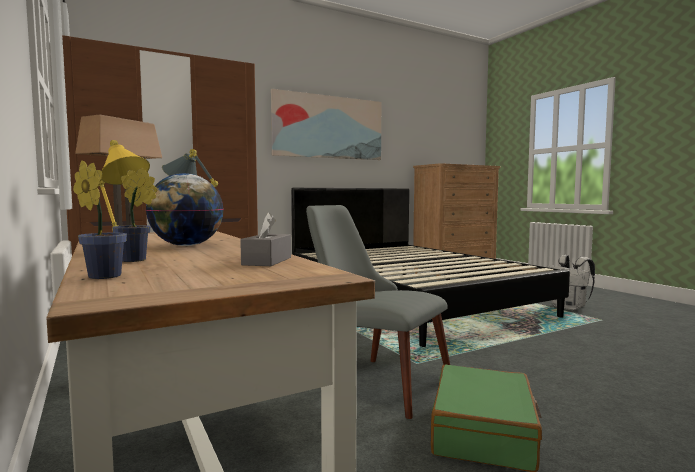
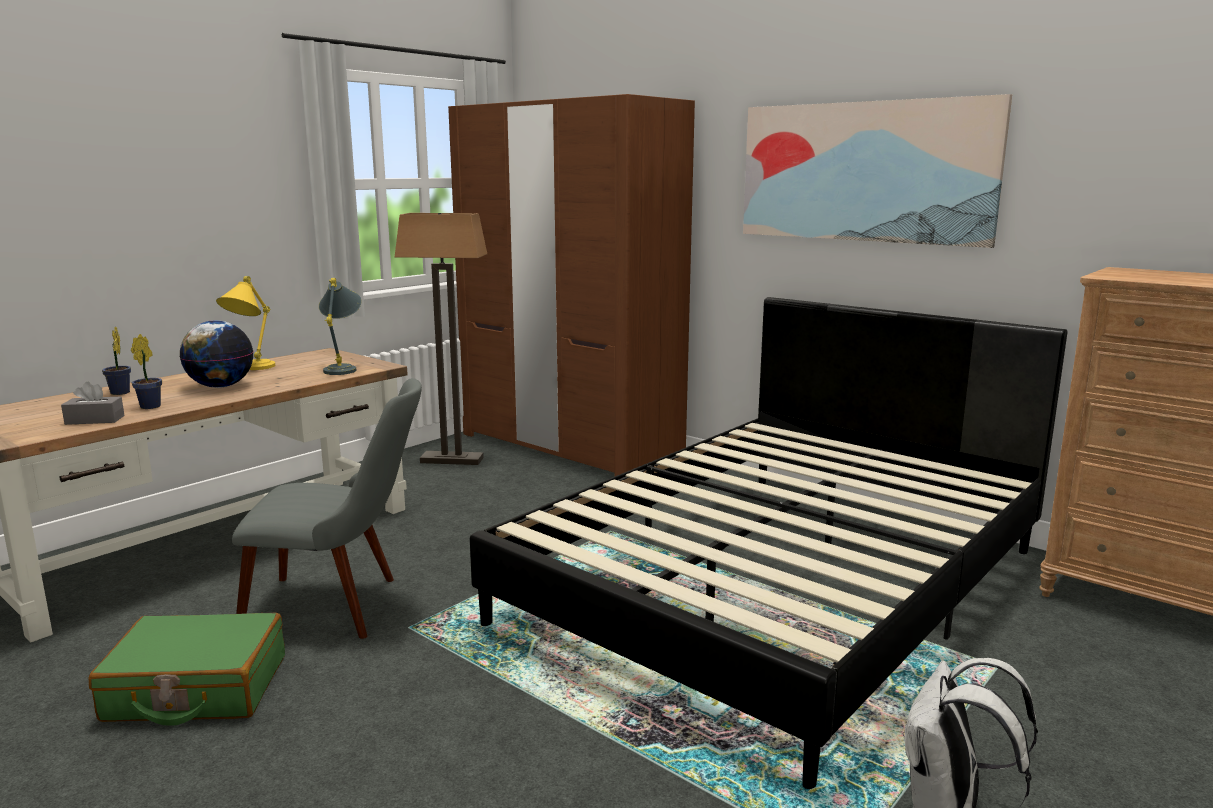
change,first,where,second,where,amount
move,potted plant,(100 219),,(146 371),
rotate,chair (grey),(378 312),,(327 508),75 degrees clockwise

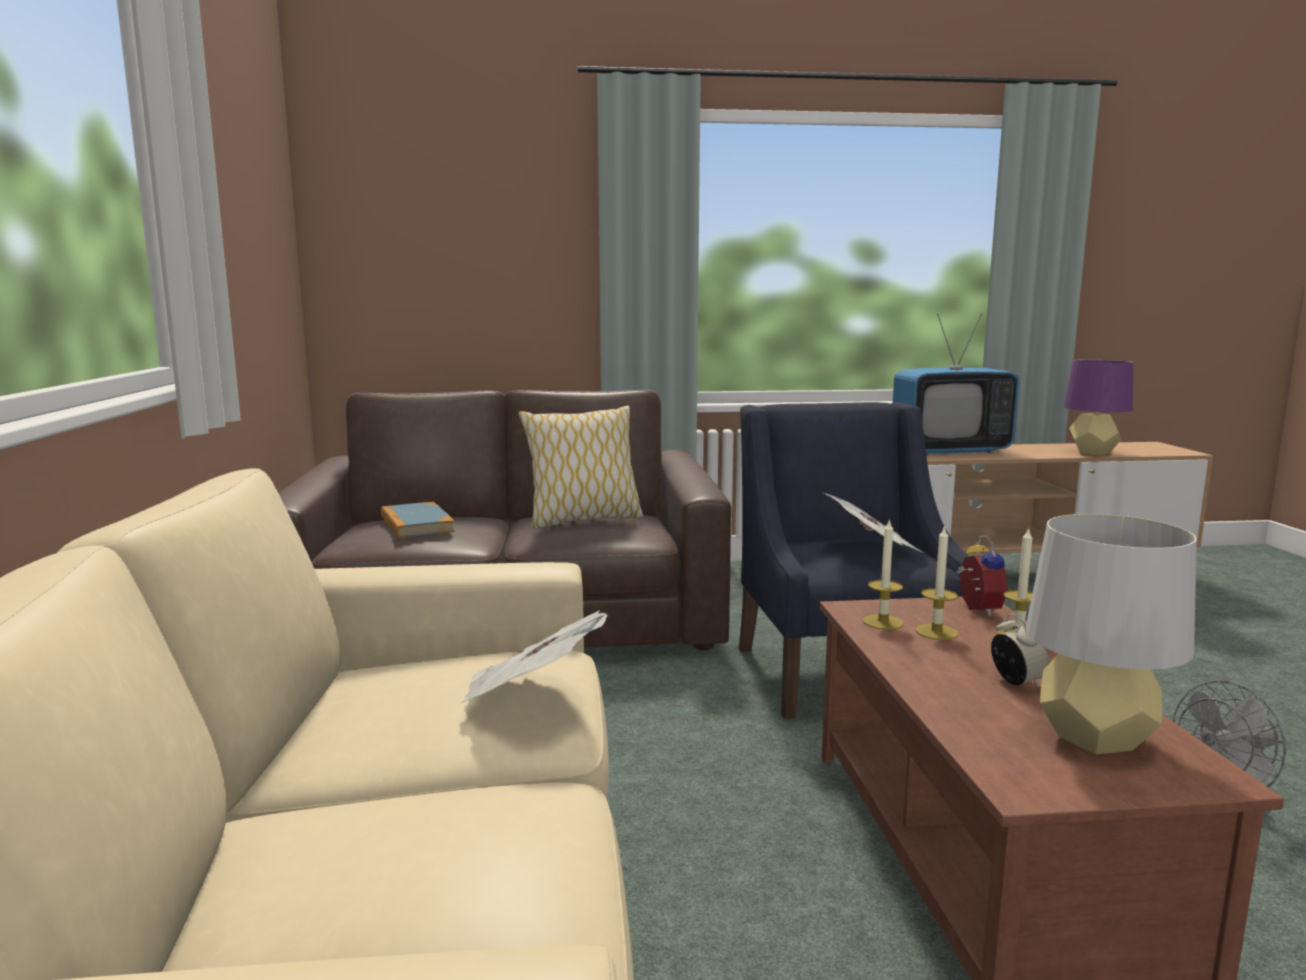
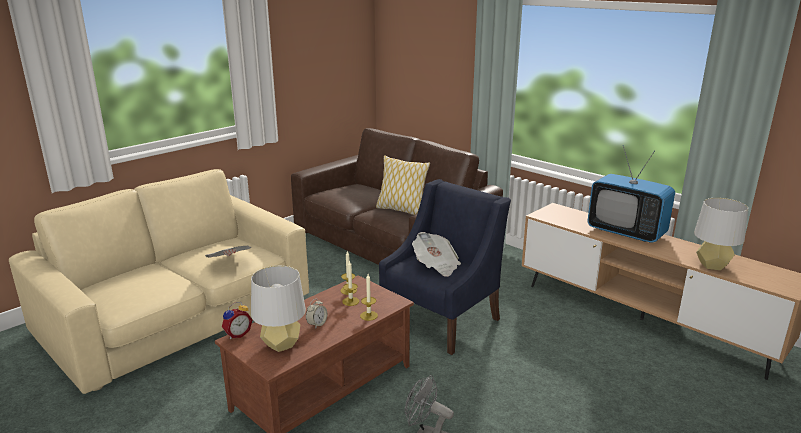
change,first,where,second,where,amount
recolor,table lamp (purple),(1098 407),table lamp (grey),(721 234),
delete,book,(418 520),,,
move,alarm clock,(981 576),,(237 320),

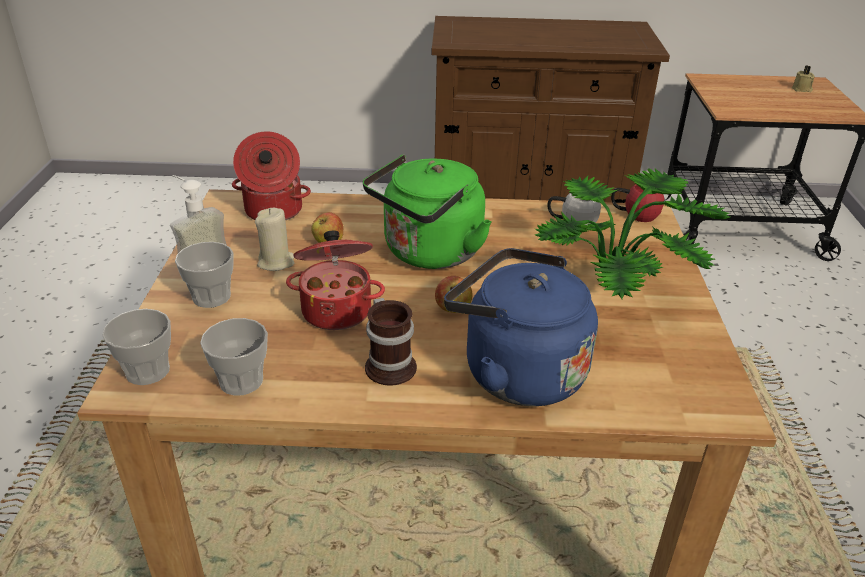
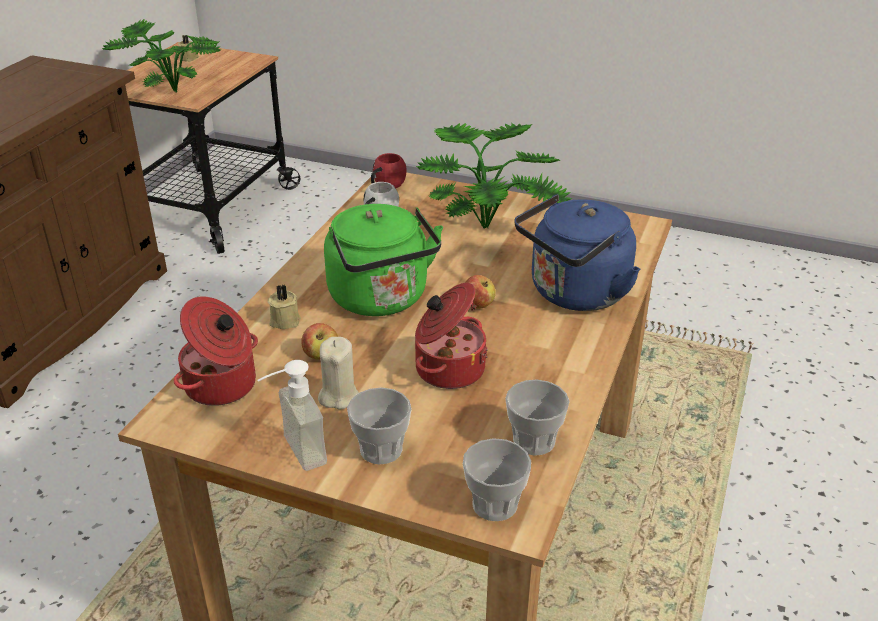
change,first,where,second,where,amount
delete,mug,(391 342),,,
insert,,,potted plant,(161 56),
insert,,,candle (beige),(284 306),

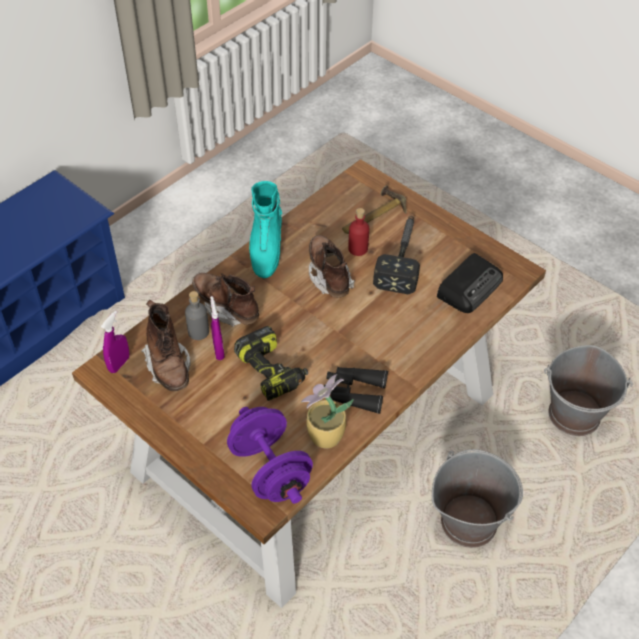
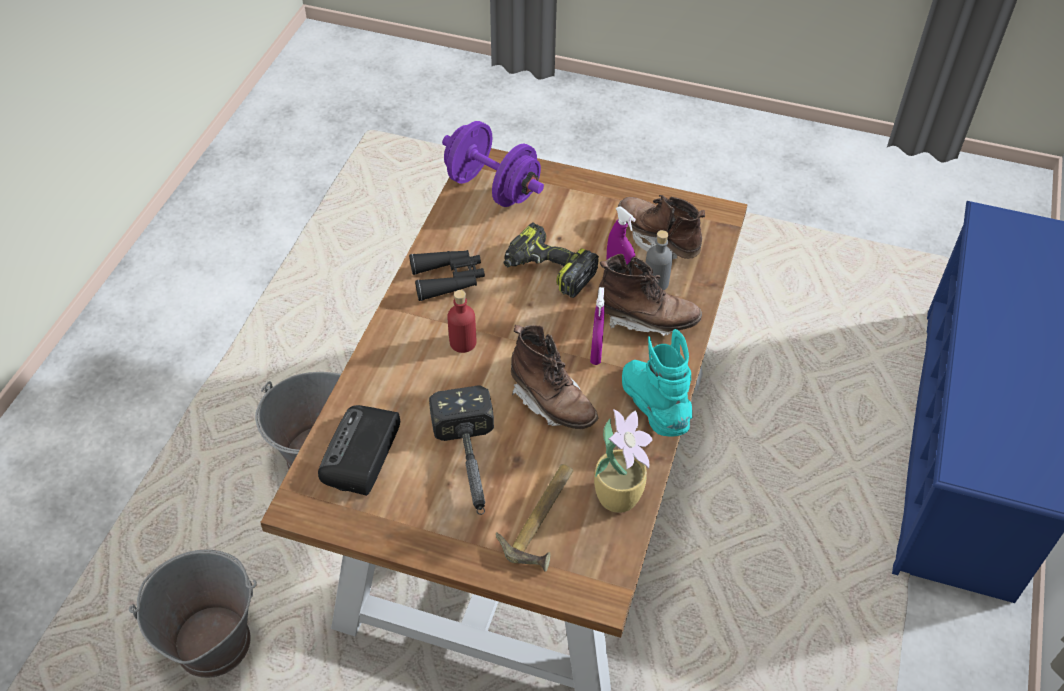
change,first,where,second,where,amount
move,bottle (red),(358 232),,(461 321),
move,spray bottle (purple),(115 342),,(597 326),
move,potted plant,(327 411),,(623 461),

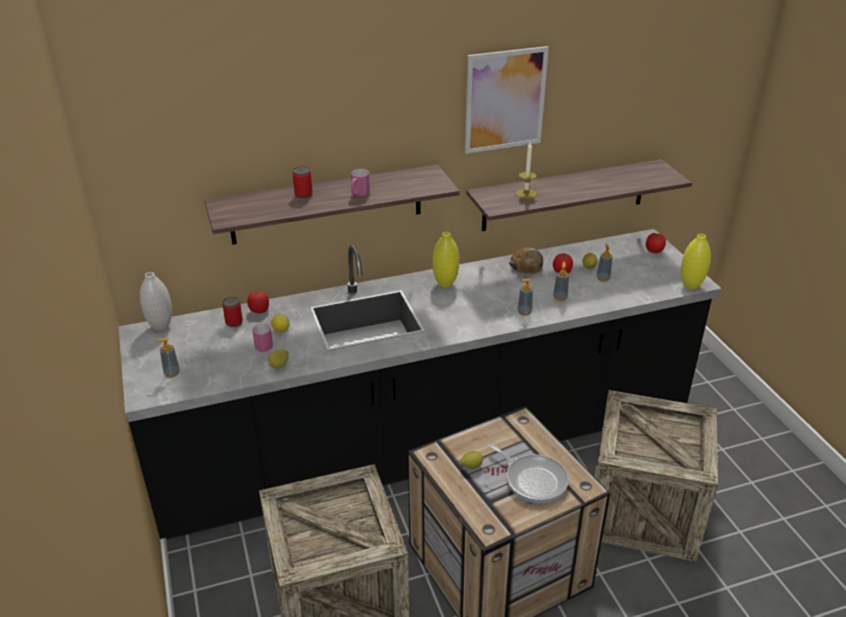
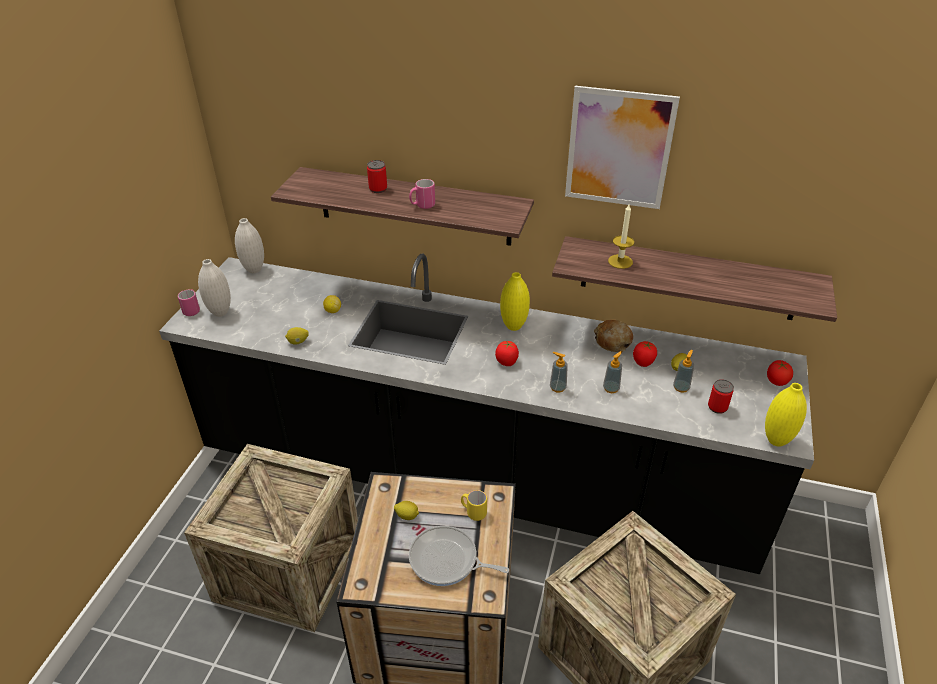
change,first,where,second,where,amount
move,tomato,(258 301),,(507 353),
move,can,(232 312),,(721 396),
move,mug (pink),(263 338),,(189 303),
replace,soap dispenser,(168 357),vase (white),(214 288),
rotate,frying pan,(528 473),,(459 556),120 degrees clockwise
insert,,,mug (yellow),(474 505),

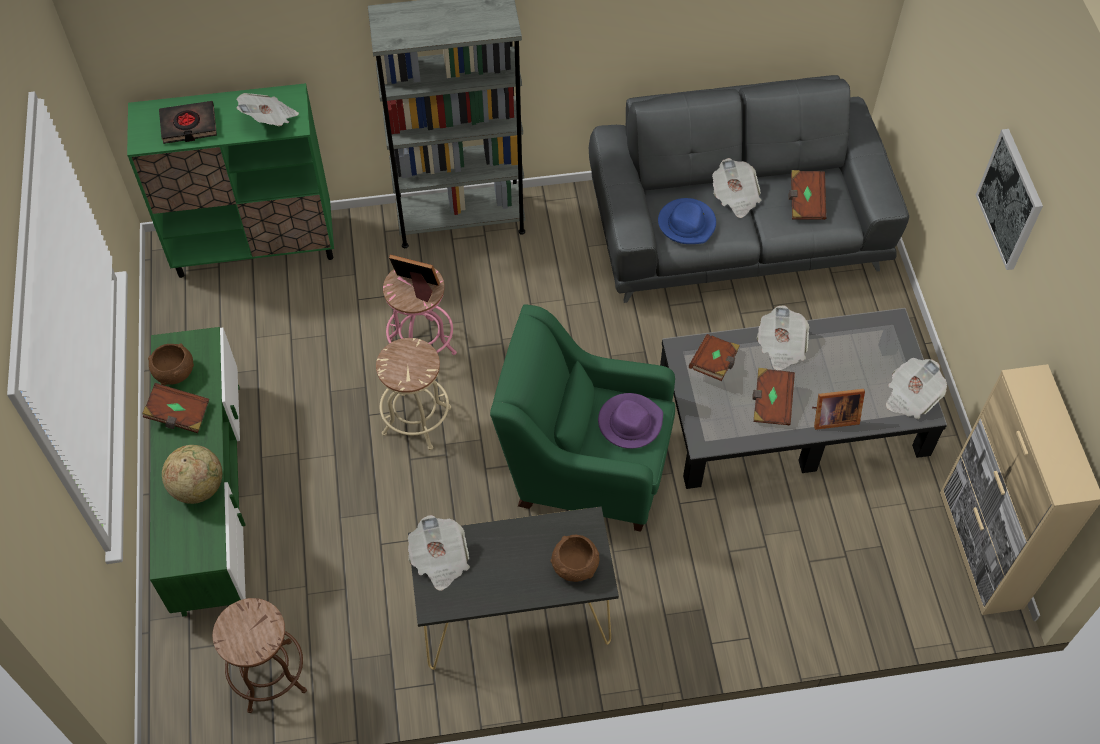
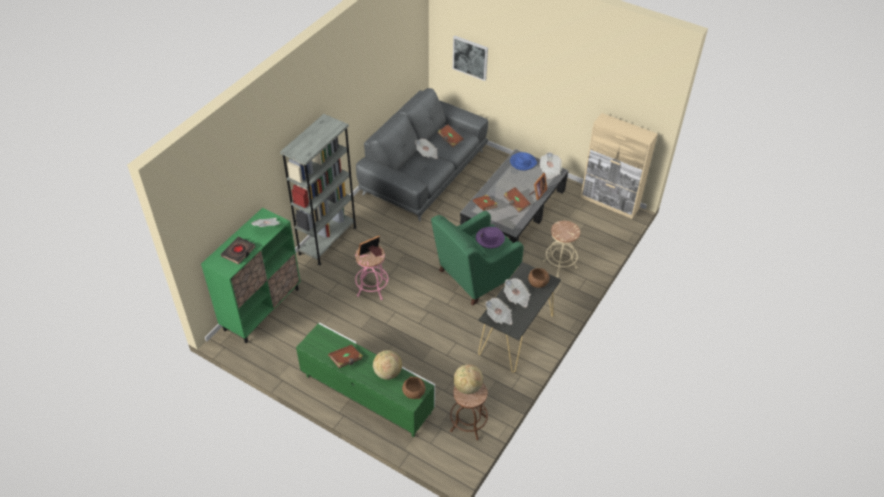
change,first,where,second,where,amount
move,picture,(1009 199),,(470 58),
move,hat (blue),(687 221),,(523 161),
move,newspaper,(783 337),,(517 293),
move,stool (beige),(413 394),,(561 249),
move,bowl (brown),(171 364),,(414 387),
insert,,,globe,(468 379),

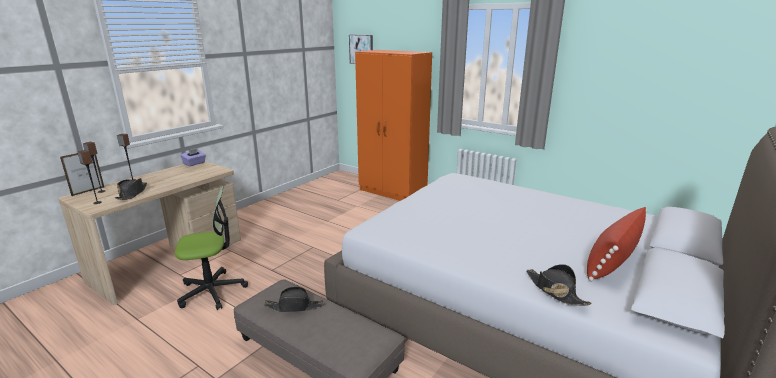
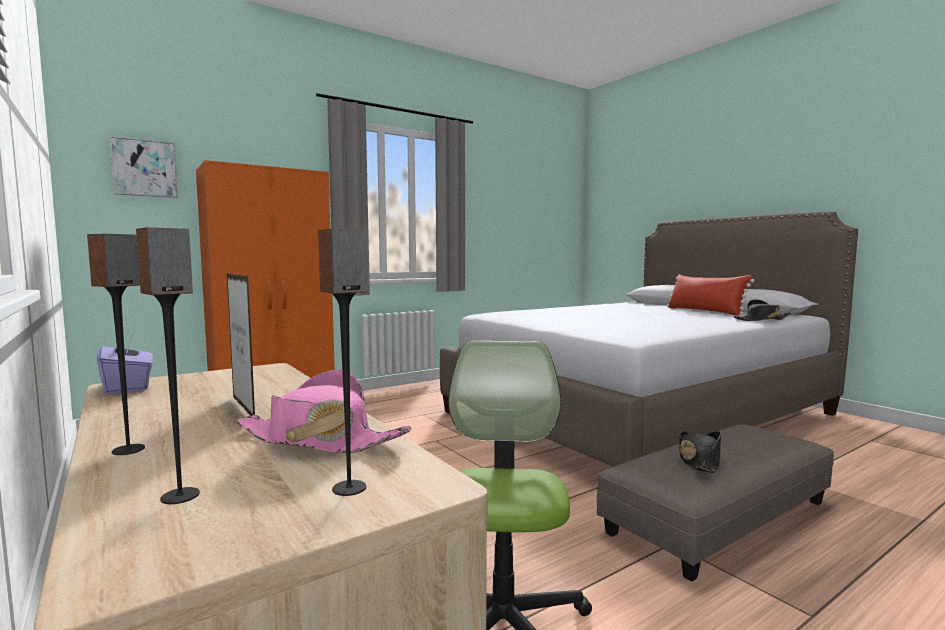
change,first,where,second,where,amount
move,picture frame,(82 174),,(241 344),
recolor,hat (black),(131 189),hat (pink),(324 411),

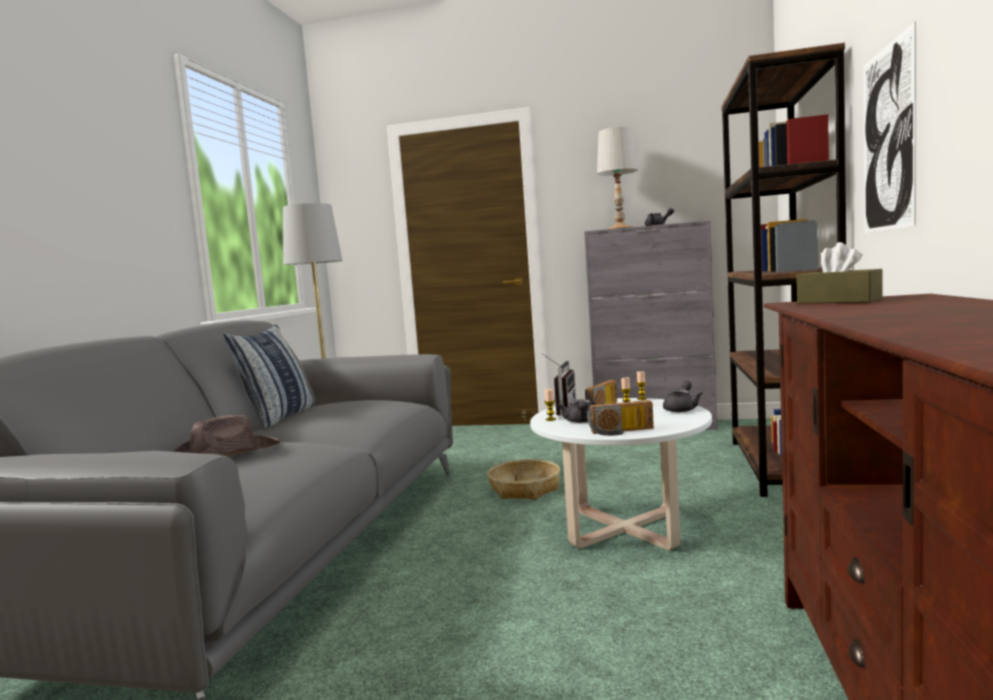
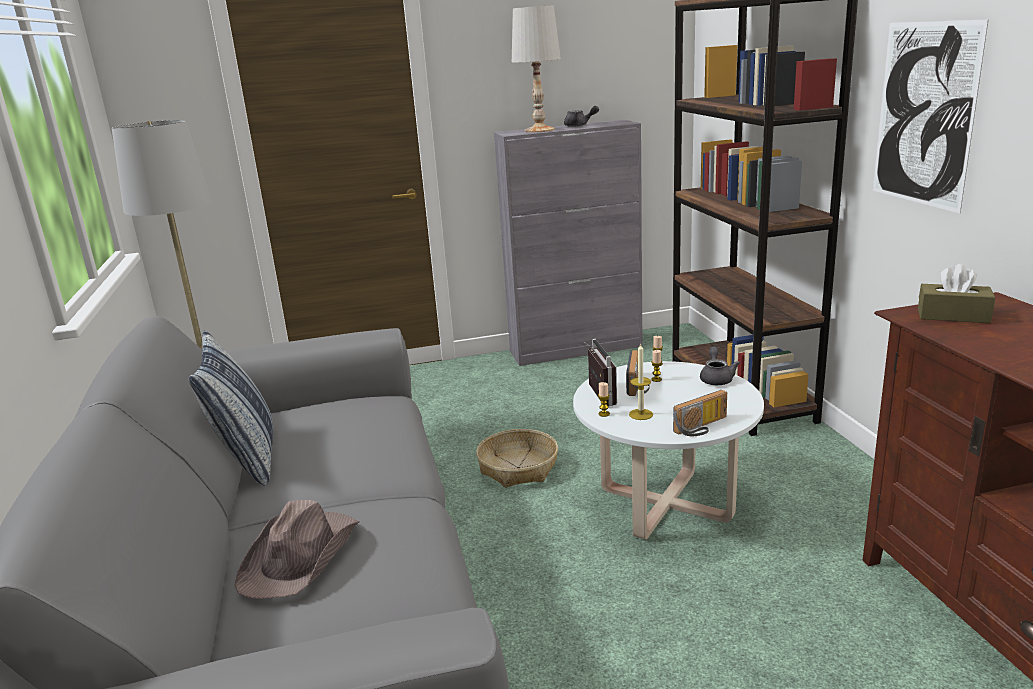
change,first,where,second,where,amount
replace,teapot (grey),(574 411),candle,(641 381),

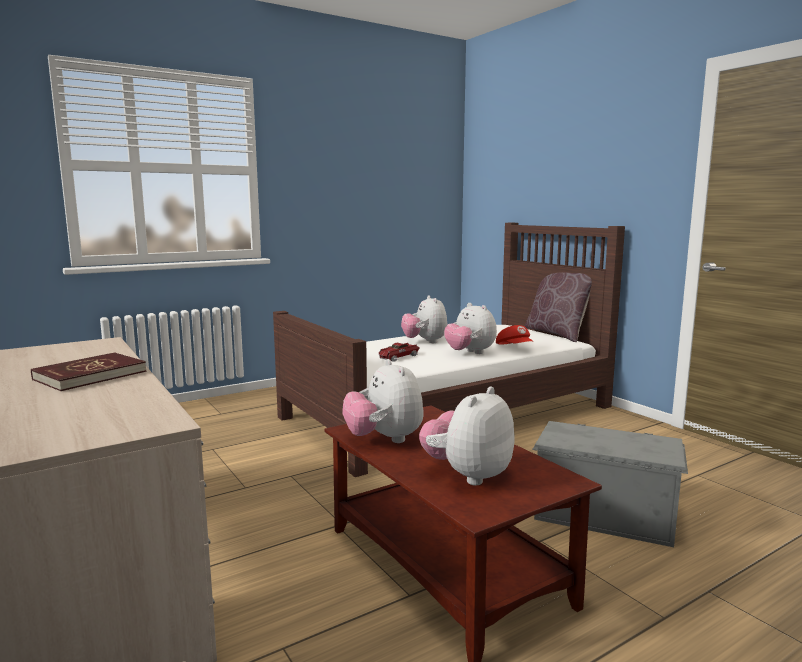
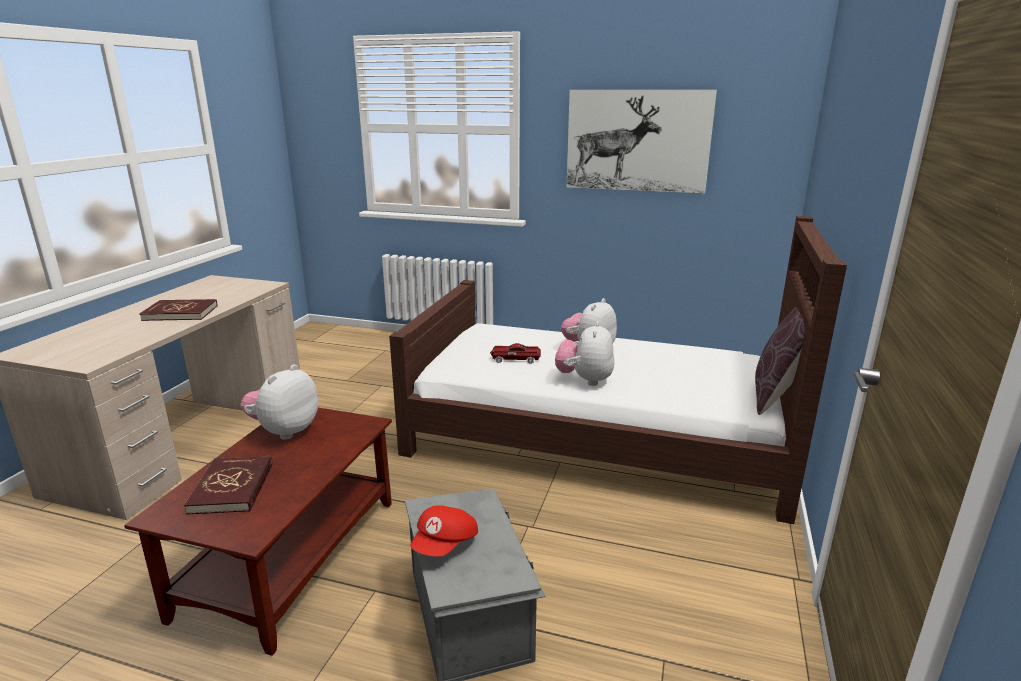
change,first,where,second,where,amount
move,cap (red),(515 335),,(444 531),
replace,plush toy,(467 436),book (red),(228 485),
insert,,,picture,(641 141),

